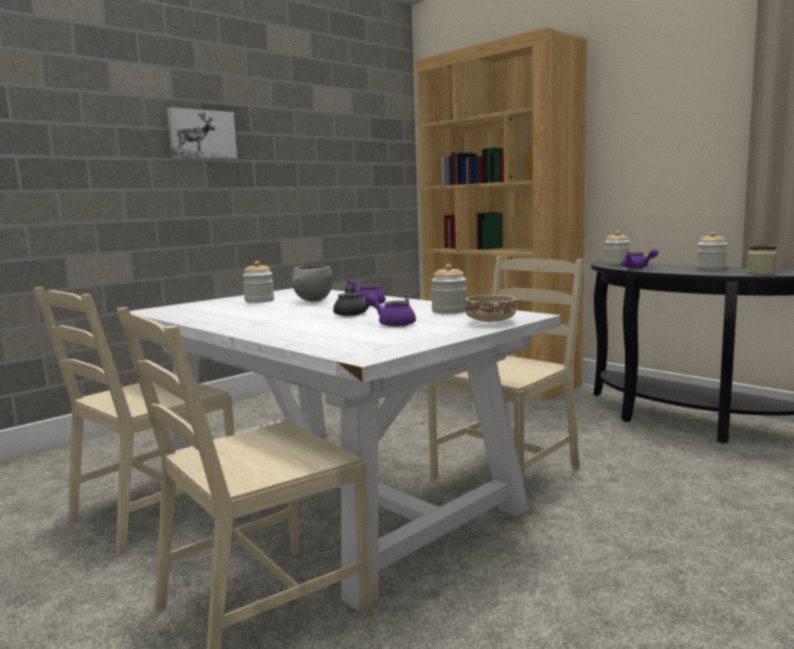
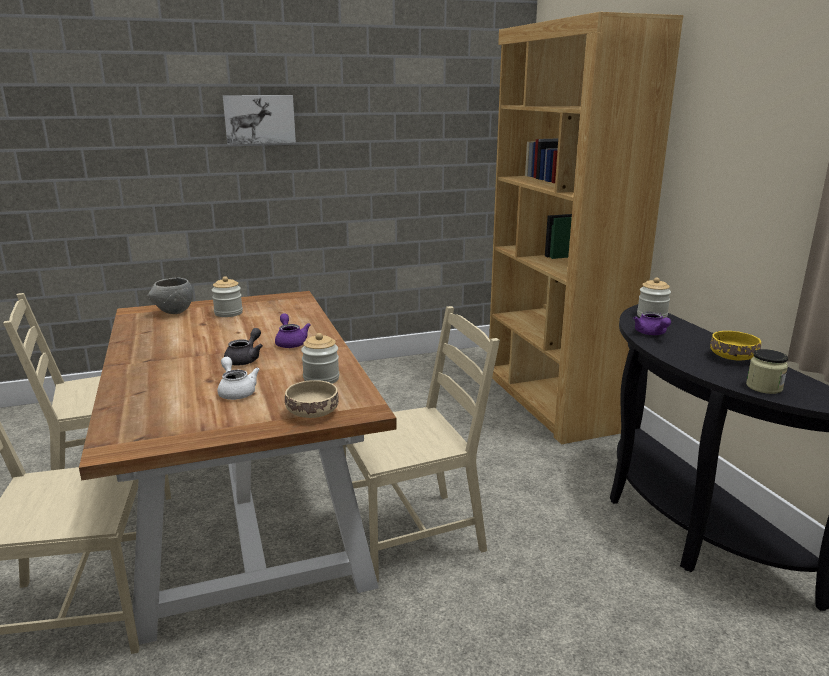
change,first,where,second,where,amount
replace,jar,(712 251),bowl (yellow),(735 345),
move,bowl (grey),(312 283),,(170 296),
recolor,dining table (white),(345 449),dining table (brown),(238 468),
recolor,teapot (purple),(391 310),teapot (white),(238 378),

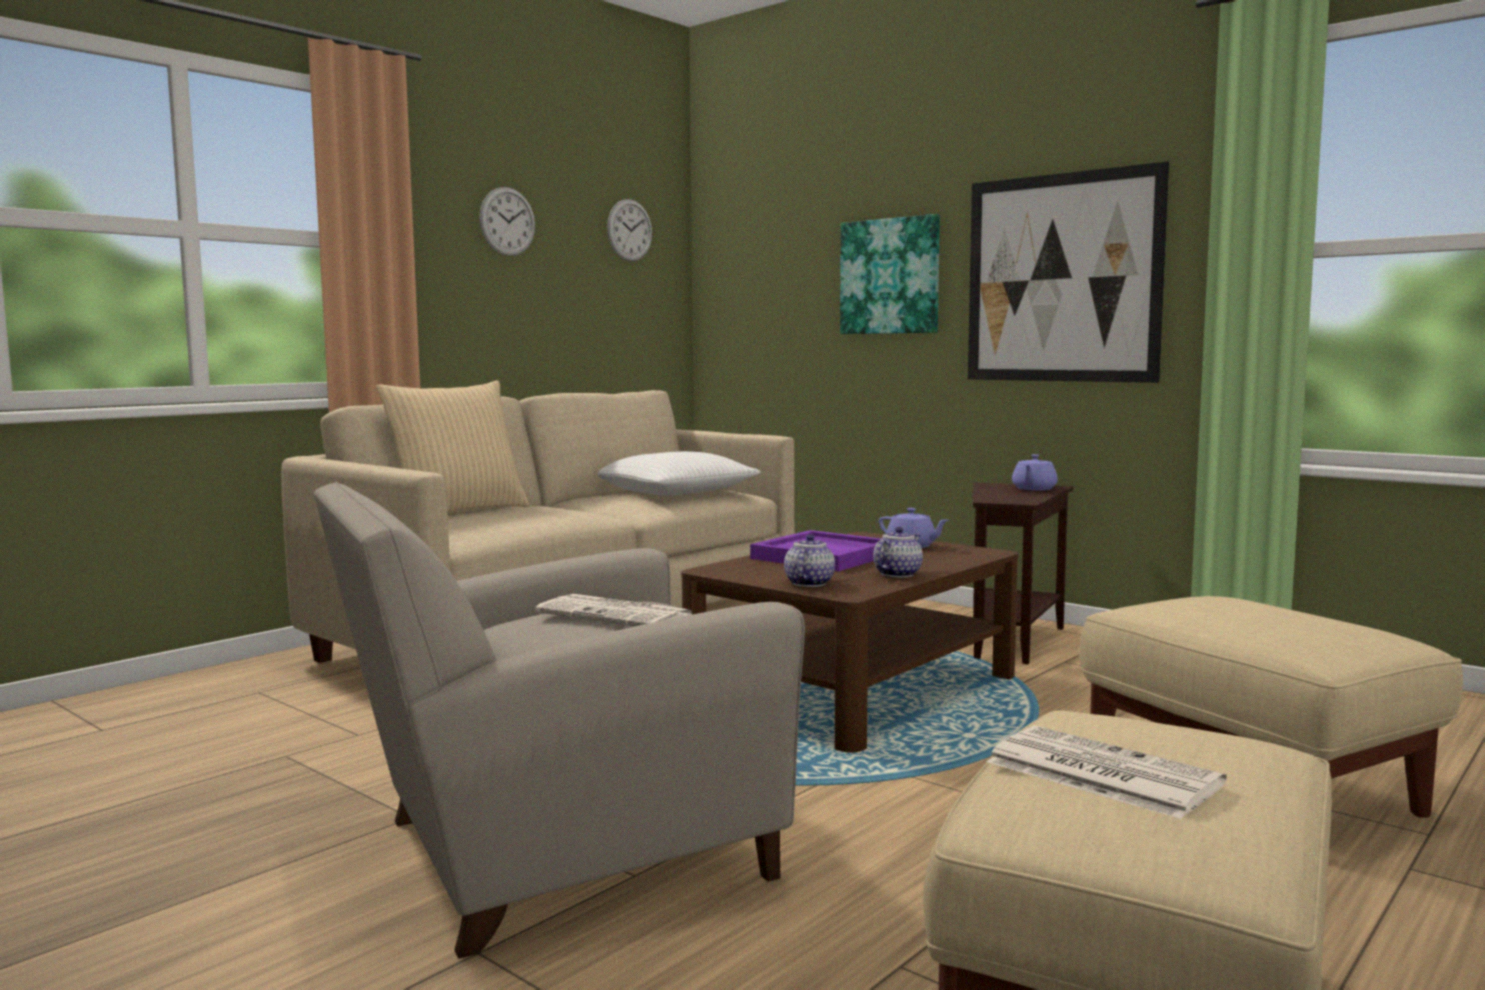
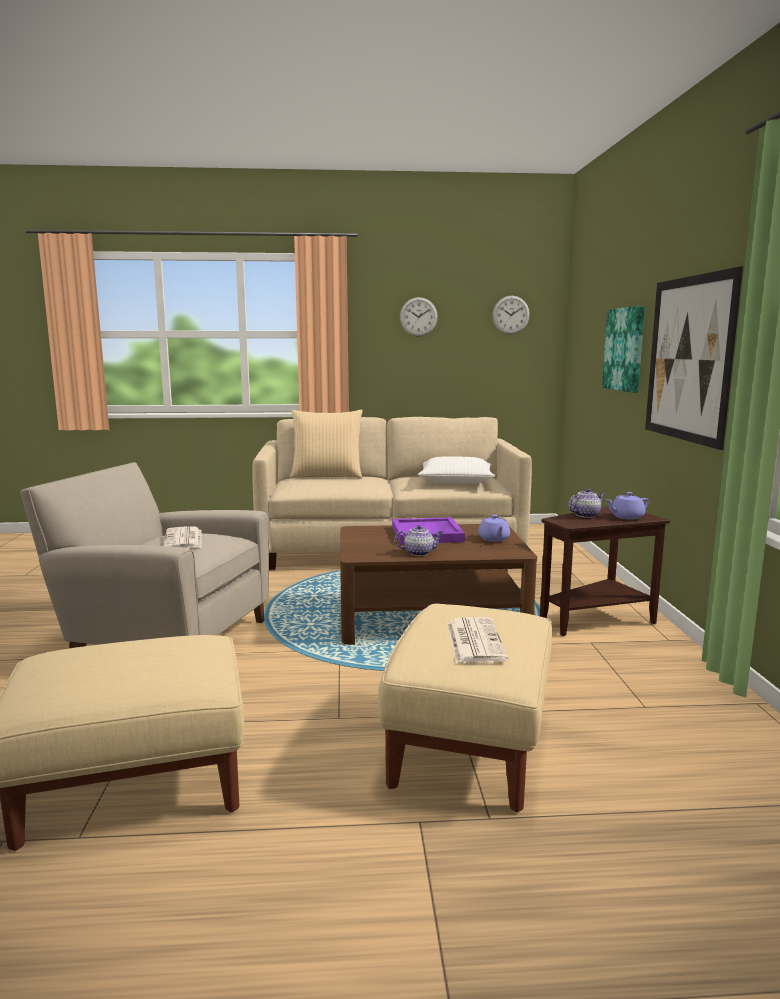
change,first,where,second,where,amount
move,teapot,(809 560),,(586 503),
move,newspaper,(1107 772),,(477 640),

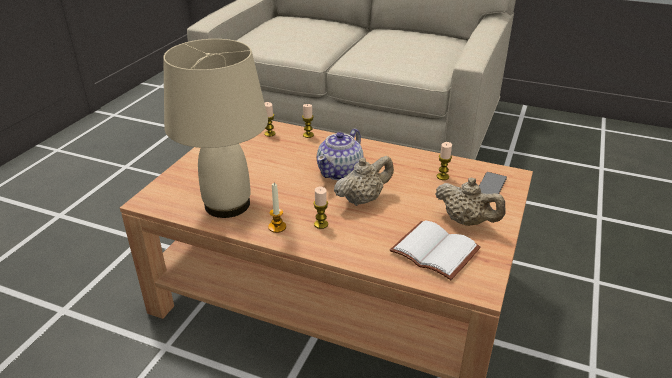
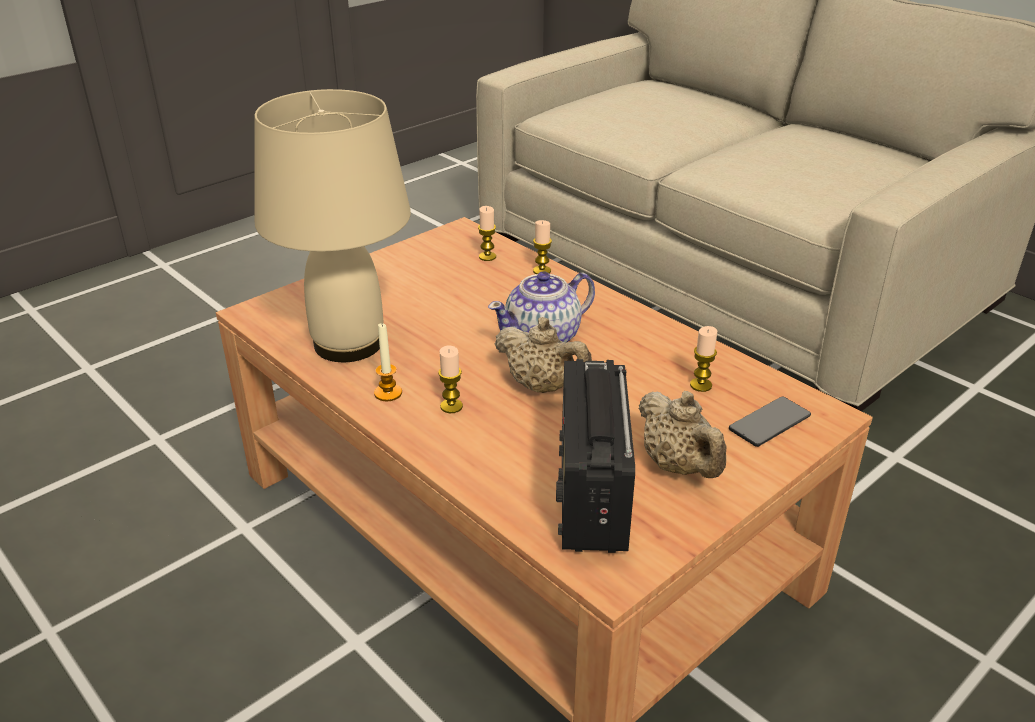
change,first,where,second,where,amount
rotate,teapot (beige),(364 181),,(543 355),45 degrees clockwise
replace,book (white),(435 250),radio,(595 456),

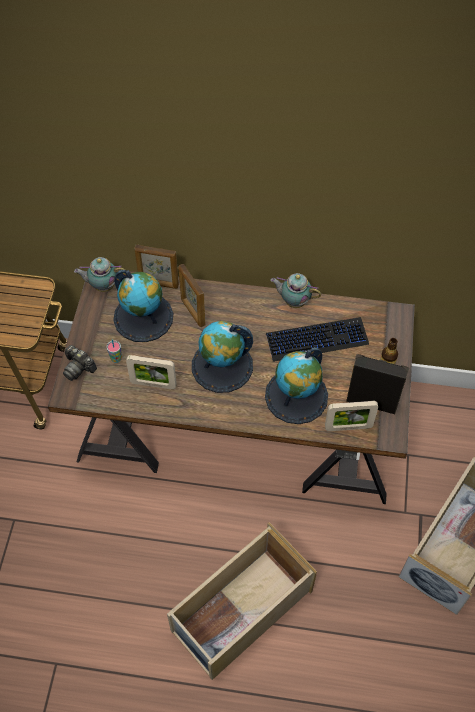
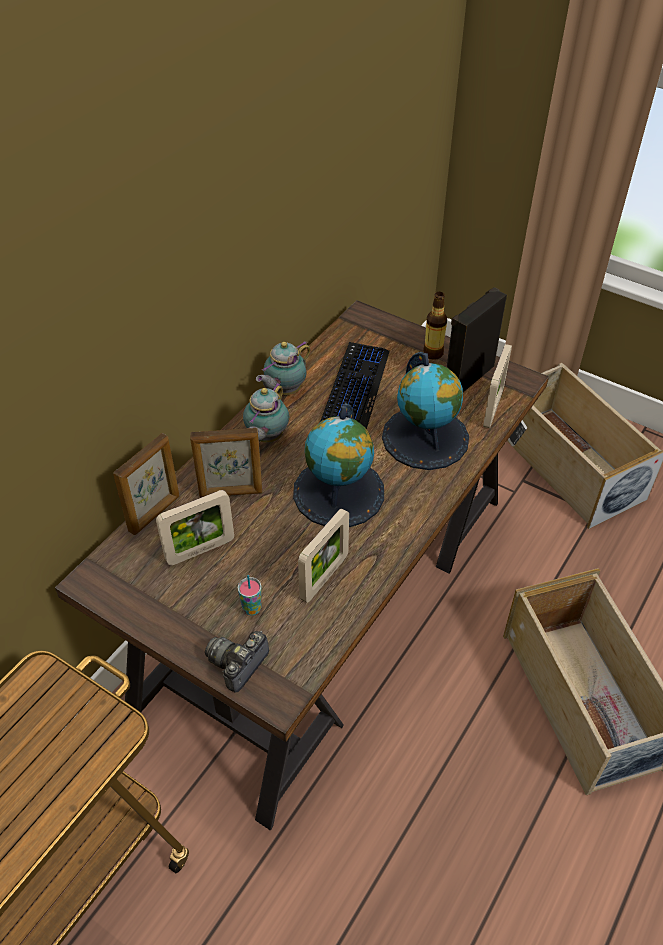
change,first,where,second,where,amount
move,teapot,(99 274),,(266 413),
replace,globe,(143 306),picture frame,(195 527),
rotate,photo camera,(80 363),,(237 662),150 degrees clockwise

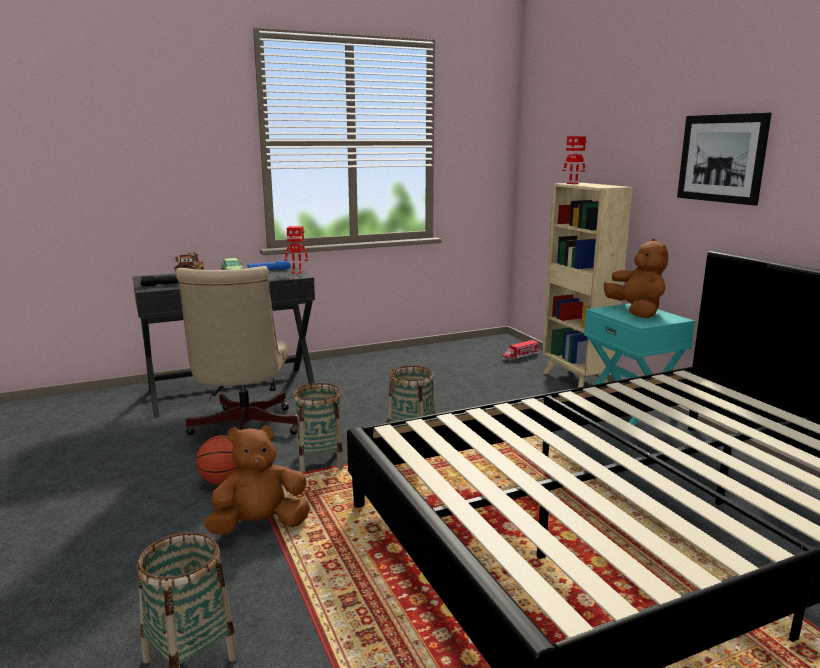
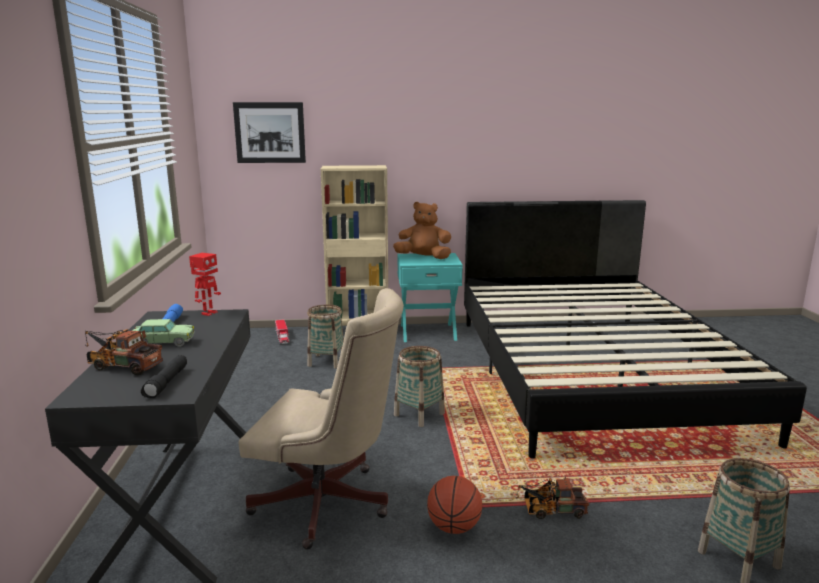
change,first,where,second,where,amount
move,picture,(724 159),,(269 132),
delete,toy robot,(574 160),,,
move,basket,(318 428),,(325 337),
replace,plush toy (brown),(257 479),toy truck,(552 498),

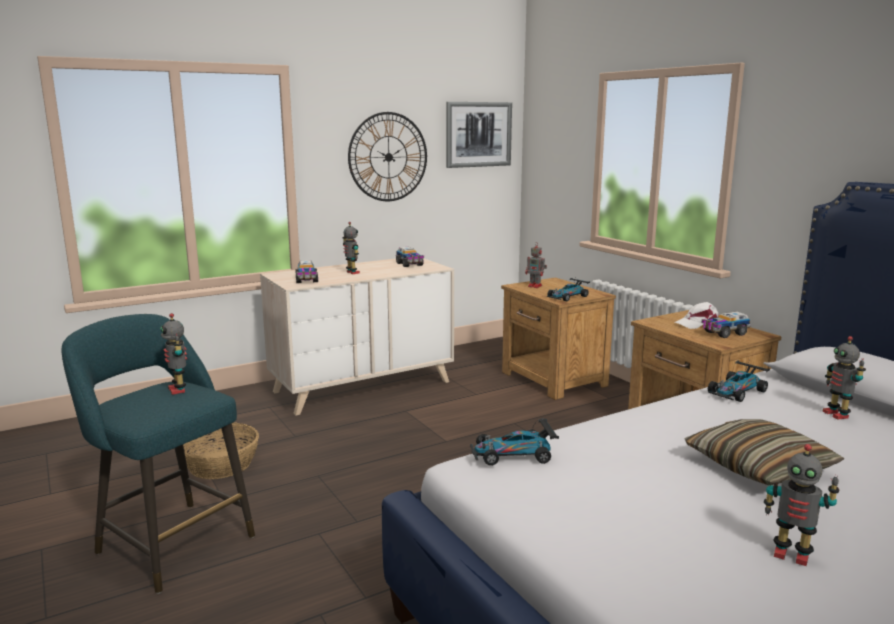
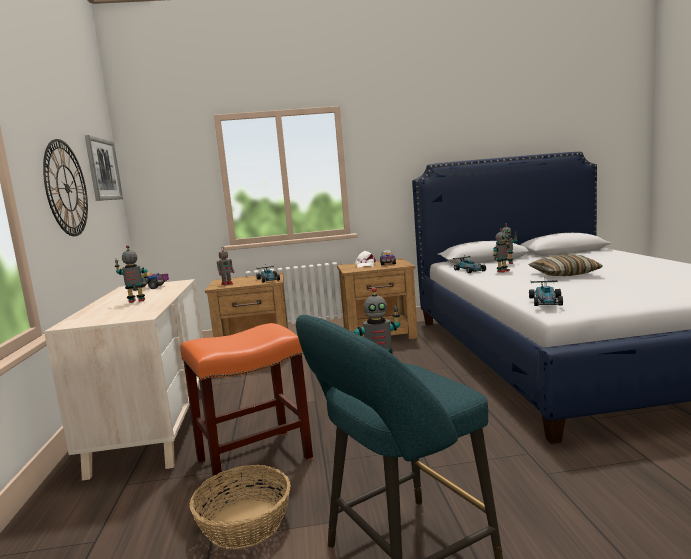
change,first,where,second,where,amount
delete,toy truck,(306 271),,,
move,toy robot,(801 505),,(501 250),
insert,,,stool (orange),(246 408),

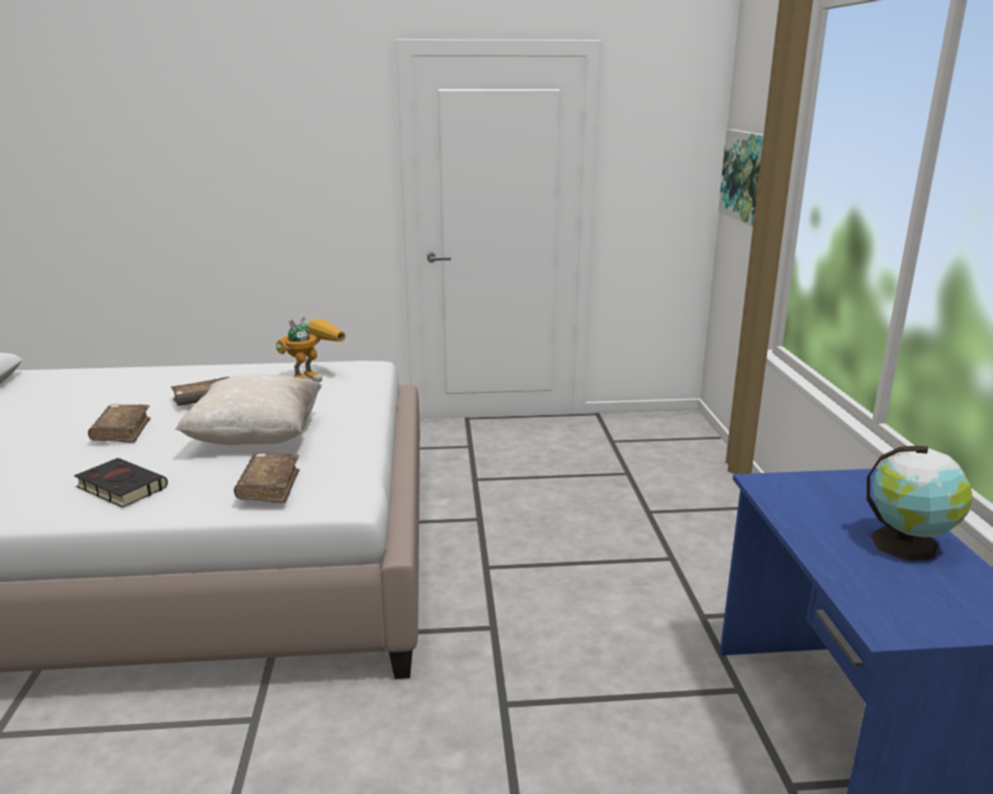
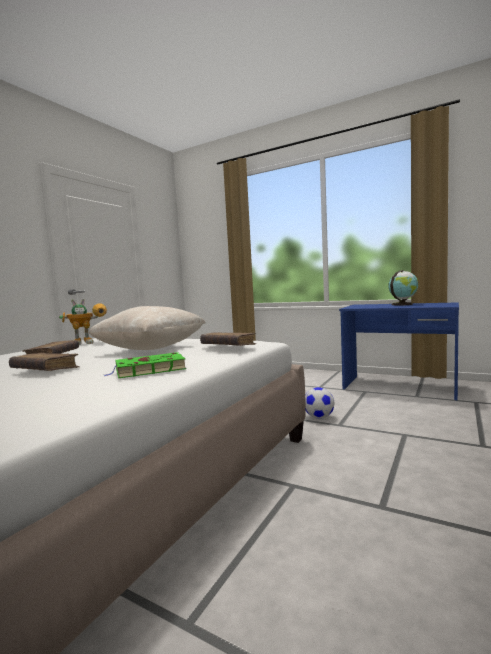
change,first,where,second,where,amount
delete,picture,(741 178),,,
rotate,toy robot,(311 349),,(83 322),75 degrees clockwise
recolor,book (black),(121 483),book (green),(145 365),
insert,,,football,(319 403),

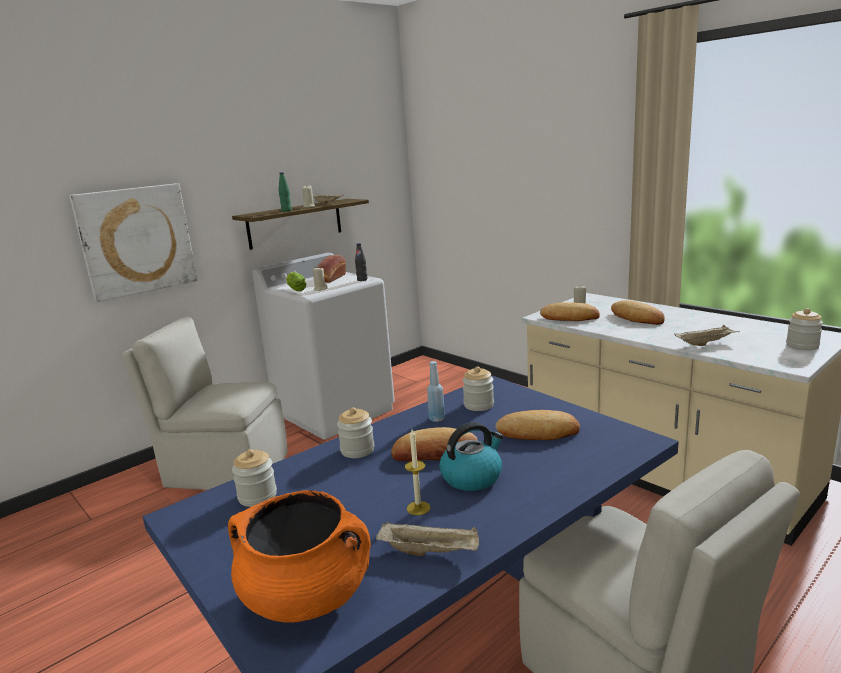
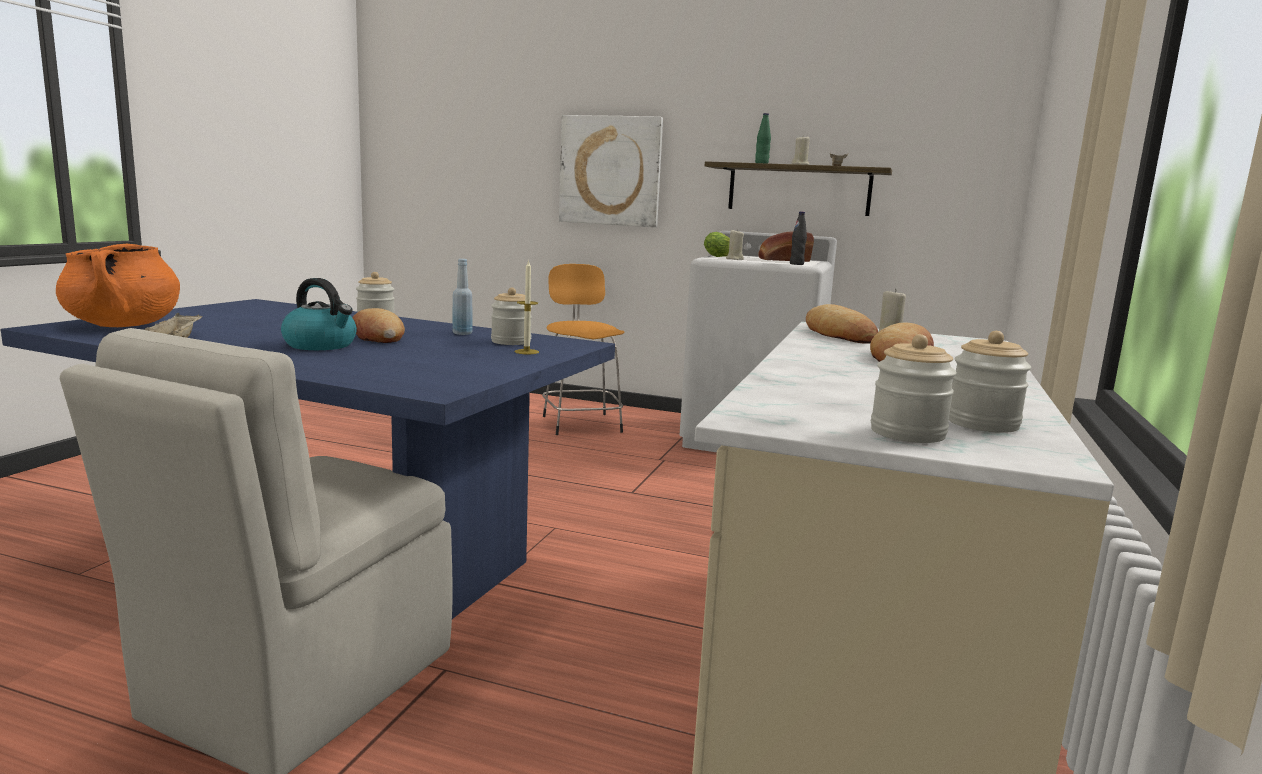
change,first,where,second,where,amount
replace,chair (beige),(205 403),stool (orange),(583 349),
delete,tray (beige),(707 335),,,
delete,bread,(537 425),,,
move,candle,(417 472),,(527 307),
move,jar,(254 478),,(990 382),

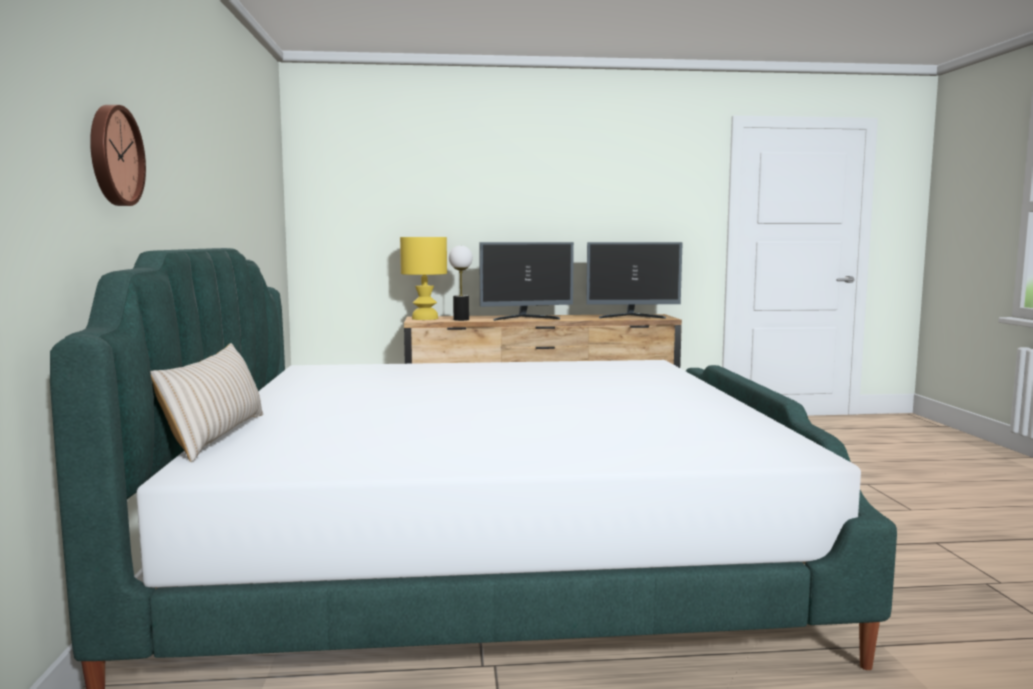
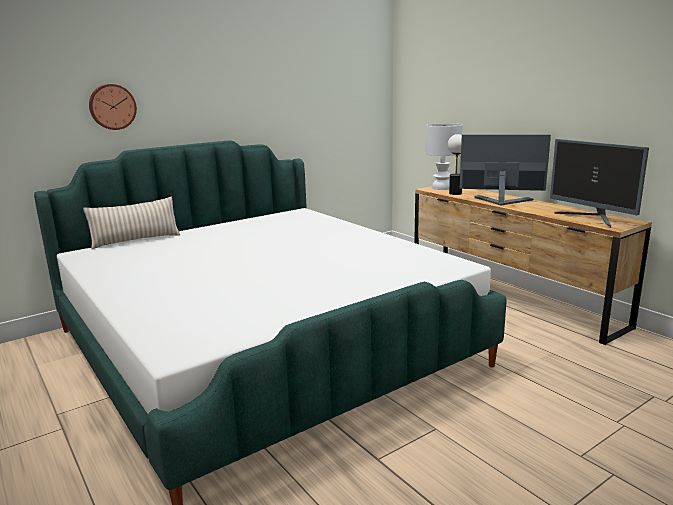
change,first,where,second,where,amount
recolor,table lamp (yellow),(423 278),table lamp (white),(444 156),
rotate,monitor,(526 281),,(505 170),150 degrees clockwise

